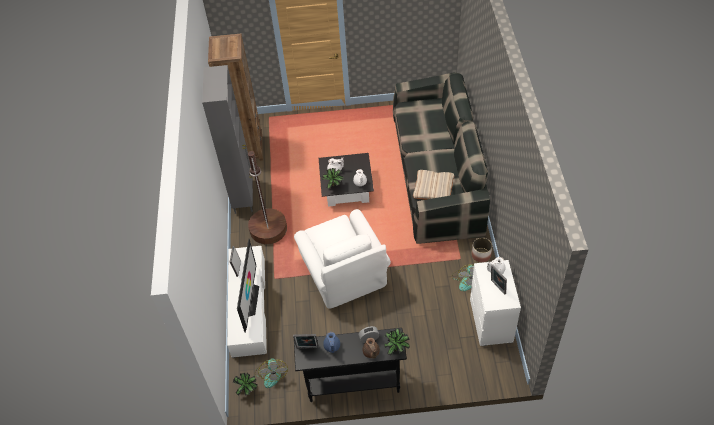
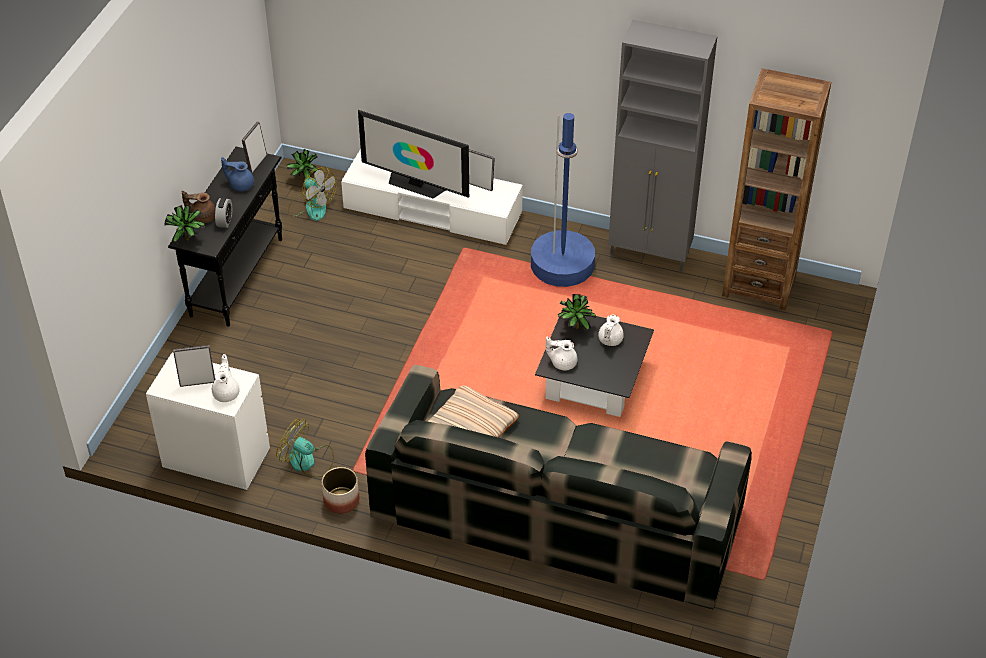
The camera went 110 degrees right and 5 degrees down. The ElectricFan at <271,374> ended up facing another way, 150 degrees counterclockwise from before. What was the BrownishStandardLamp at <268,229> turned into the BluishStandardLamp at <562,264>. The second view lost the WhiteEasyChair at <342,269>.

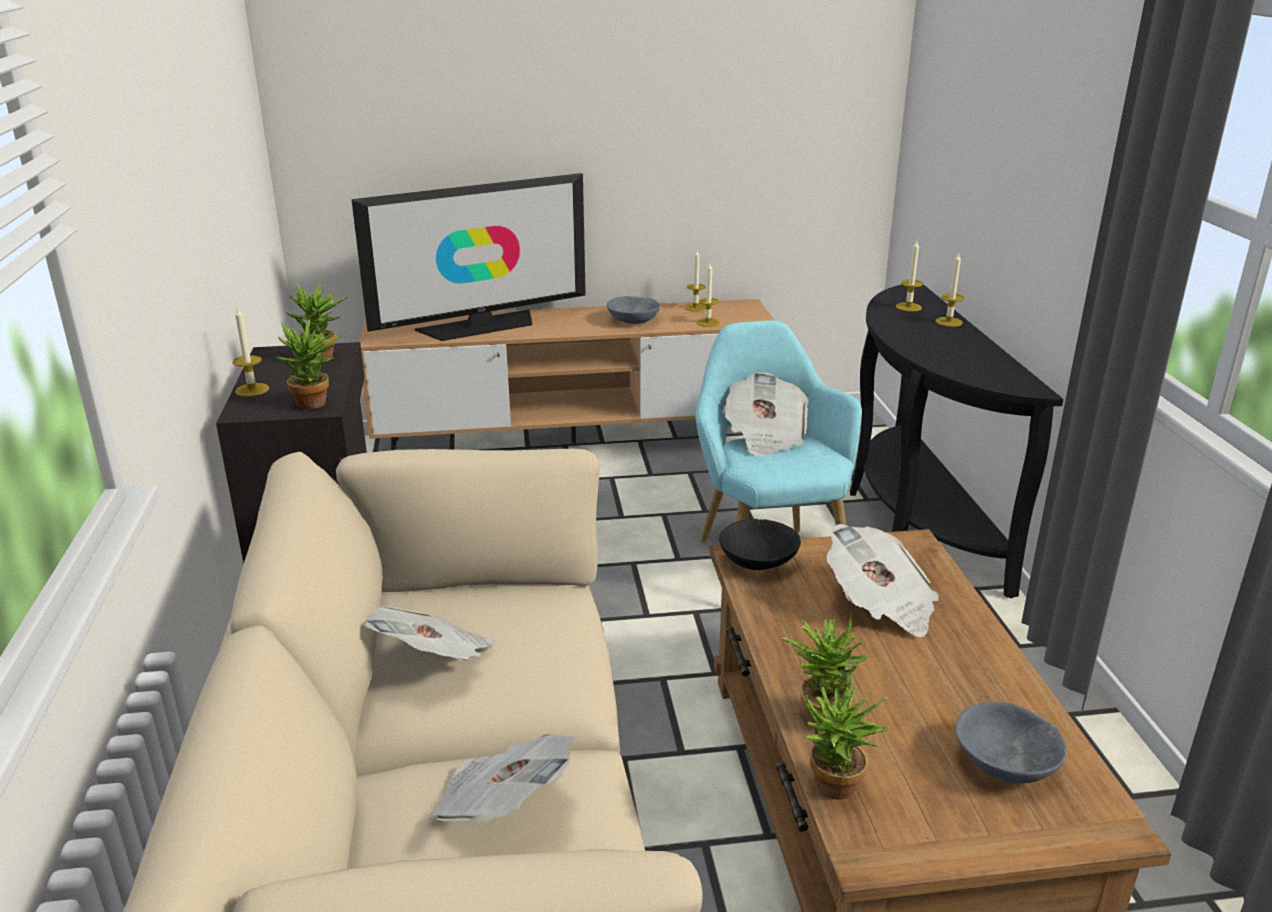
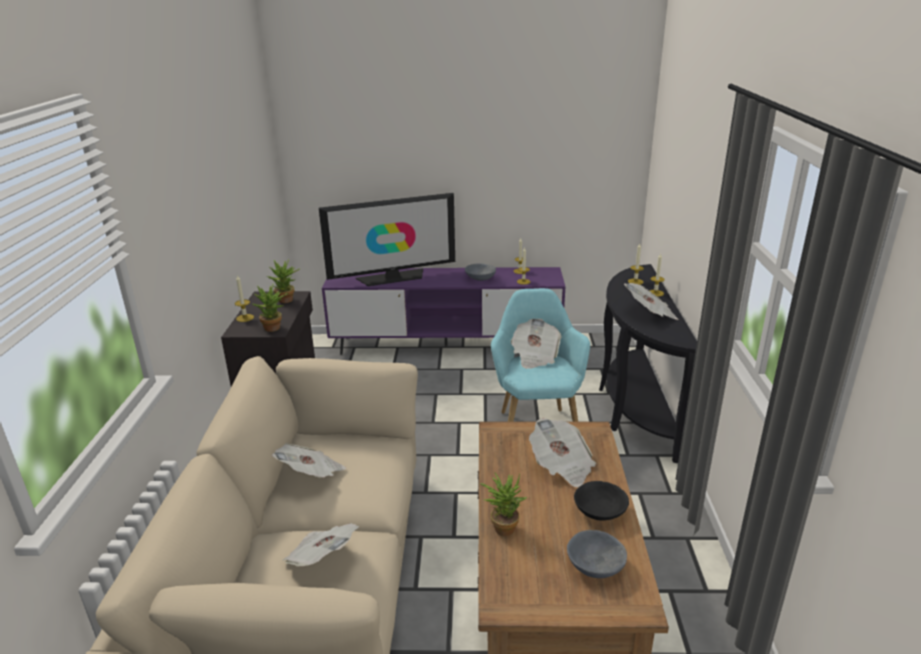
The camera went 10 degrees right and 0 degrees up. What was the BrownishTvUnit at <573,442> turned into the PurplishTvUnit at <446,346>. The BlackColouredDeepDish ended up elsewhere, having gone from <758,561> to <599,512>. The second view gained the Newspaper at <650,314>. The second view lost the PlantInAPot at <833,791>.

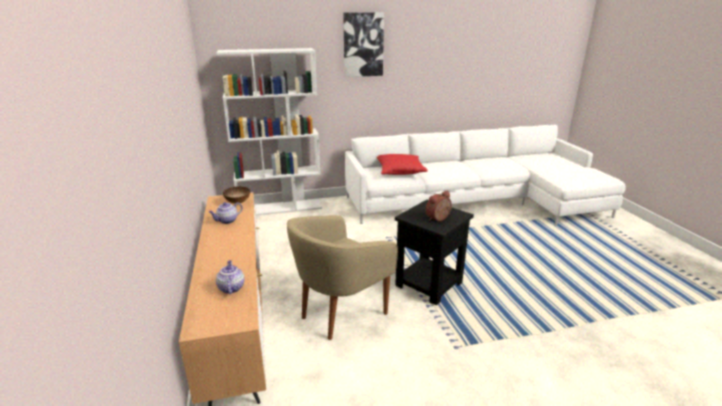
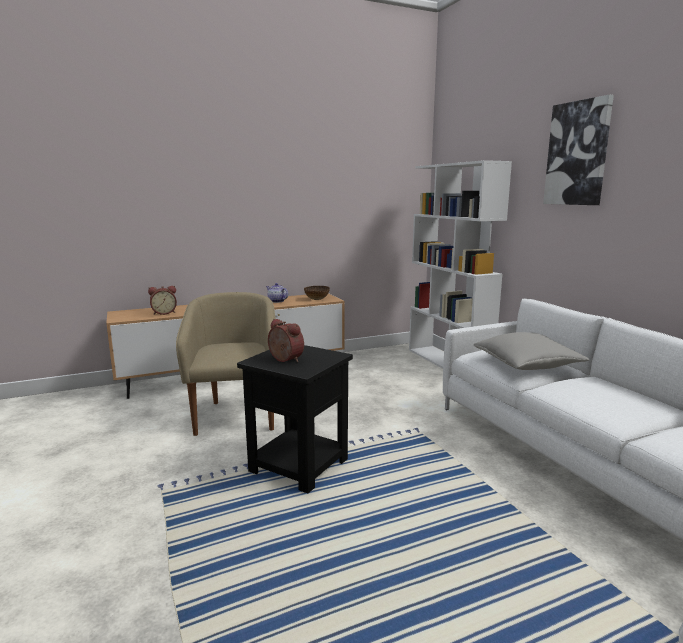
The camera went 80 degrees right and 10 degrees down. Where the PotForTea stood at <231,288>, the AlarmClock came to stand at <164,313>. The BeigeColouredEasyChair at <340,313> ended up facing another way, 45 degrees clockwise from before. What was the ReddishThrowPillow at <400,171> turned into the GrayThrowPillow at <527,364>.

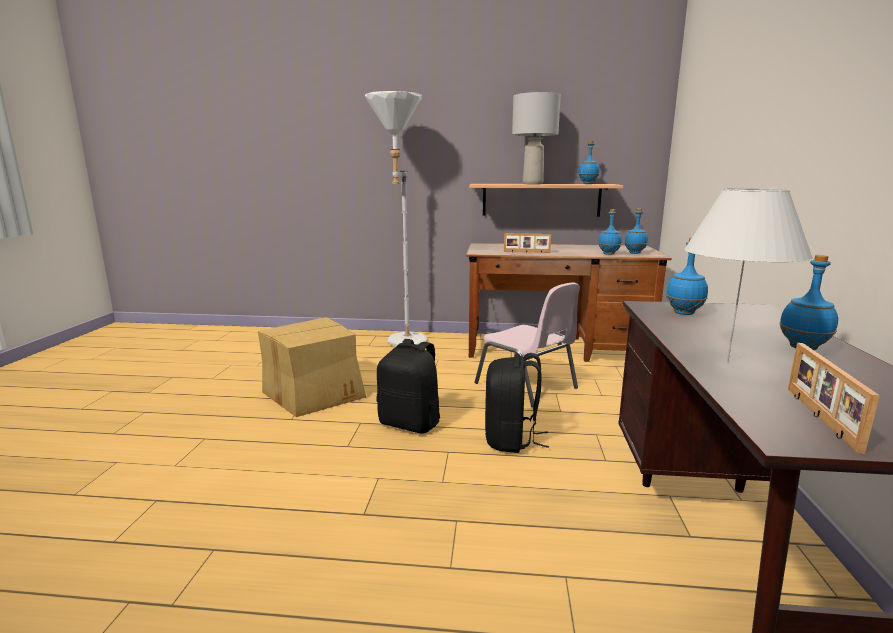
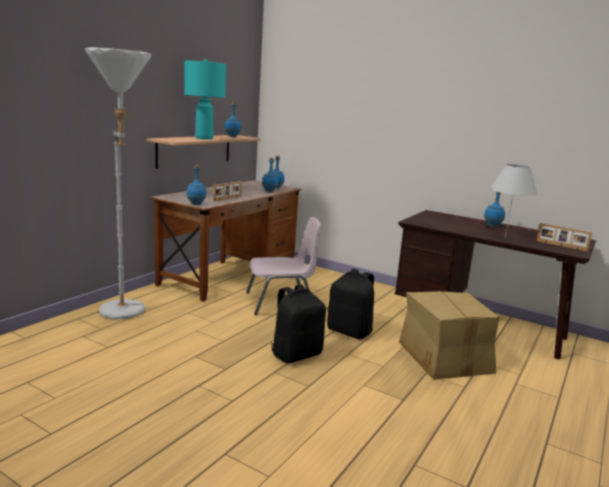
The camera went 65 degrees left and 0 degrees up. What was the GrayTabletopLamp at <533,184> turned into the BlueGreenTabletopLamp at <204,138>. The BluishBeverageBottle ended up elsewhere, having gone from <683,313> to <196,204>. The CardboardBox ended up elsewhere, having gone from <315,392> to <445,358>.

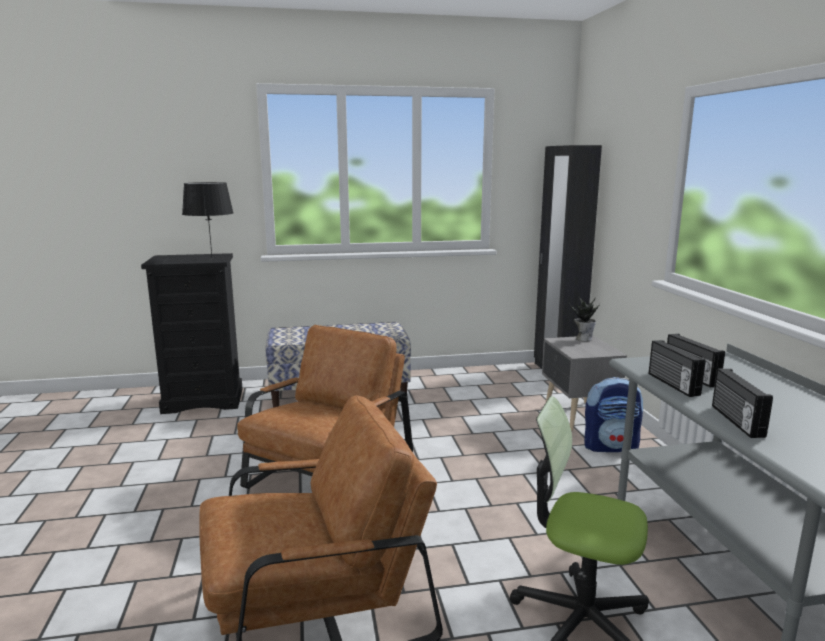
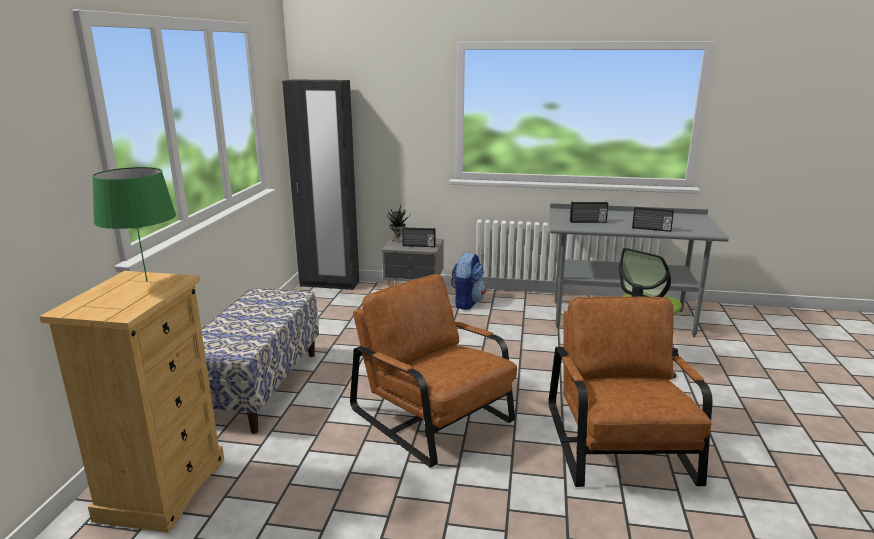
The camera went 70 degrees left and 5 degrees up. What was the BlackColouredChestOfDrawers at <204,400> turned into the BeigeColouredChestOfDrawers at <162,488>. What was the BlackColouredTabletopLamp at <211,257> turned into the GreenColouredTabletopLamp at <146,281>. The RadioSet ended up elsewhere, having gone from <672,384> to <419,245>.

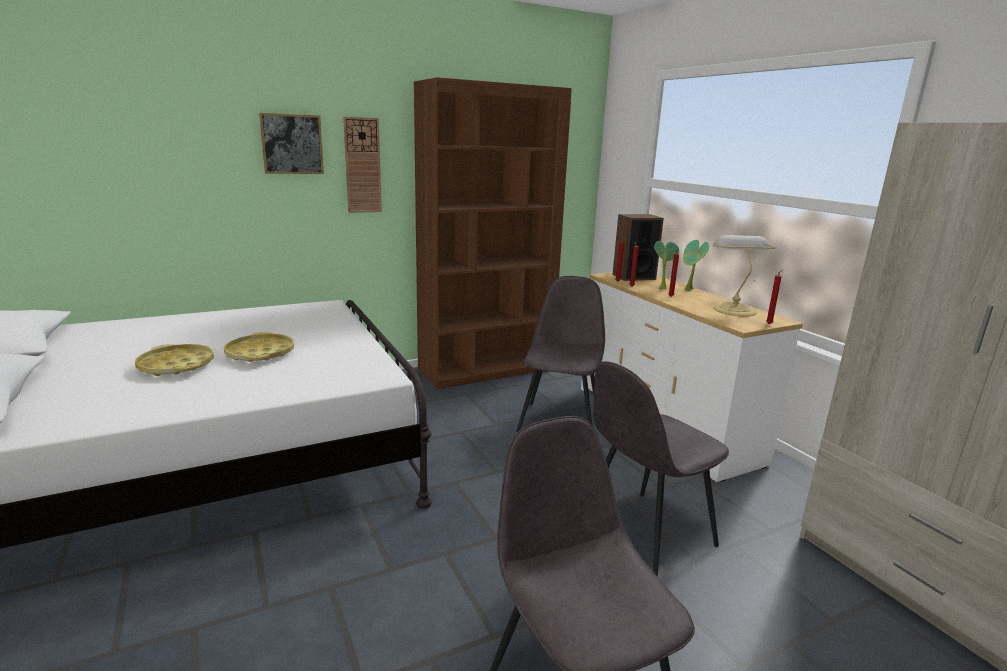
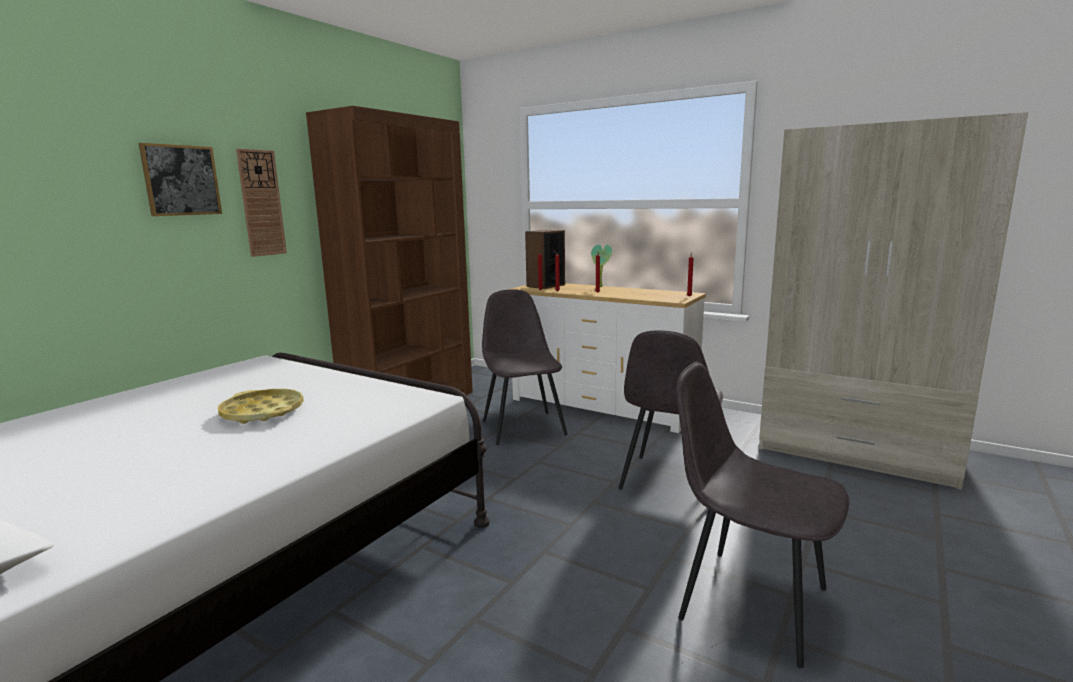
The camera went 30 degrees left and 5 degrees down. The second view lost the YellowColouredServingTray at <176,366>. The second view lost the PlantInAPot at <661,288>. The second view lost the TabletopLamp at <733,309>.

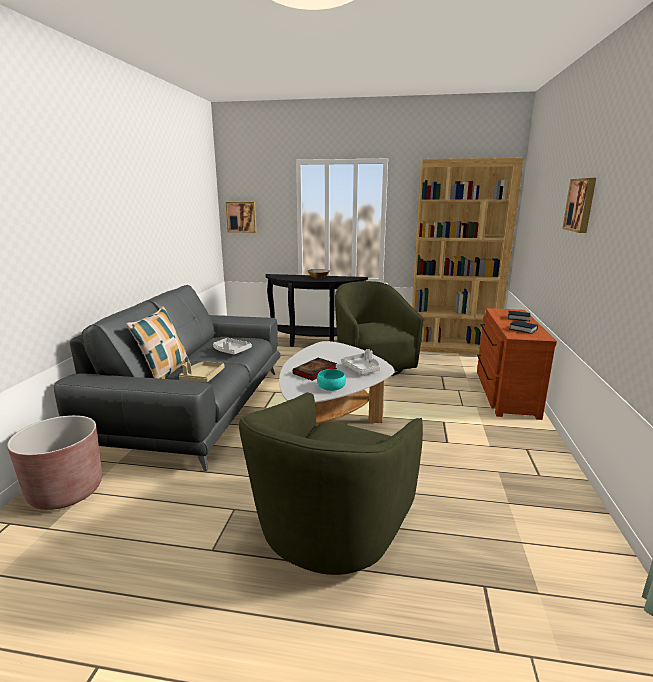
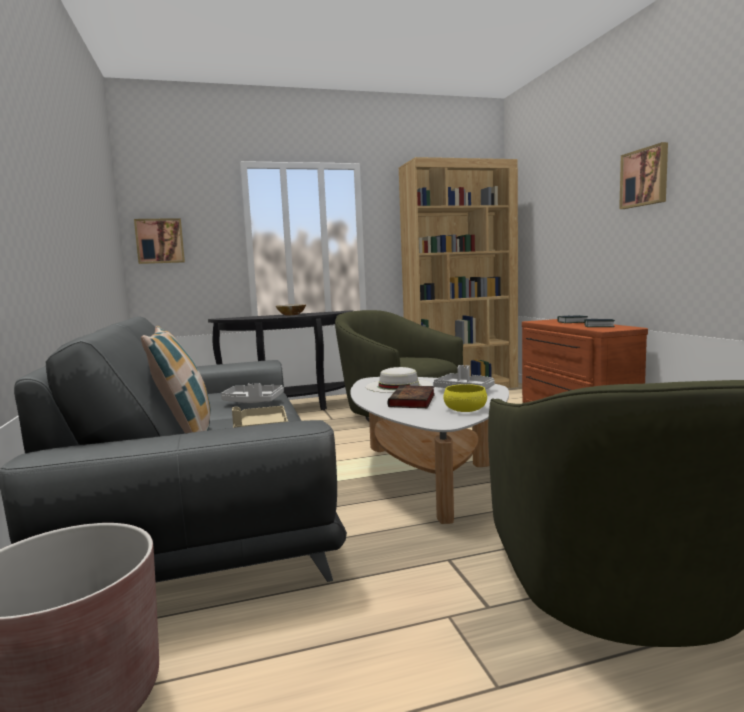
The camera went 25 degrees left and 10 degrees down. The second view gained the WhiteHat at <398,386>. What was the BlueGreenDeepDish at <331,387> turned into the YellowColouredDeepDish at <465,409>.

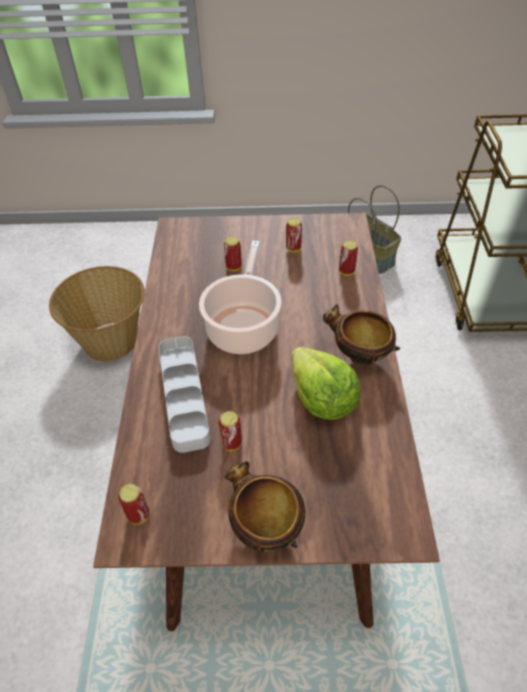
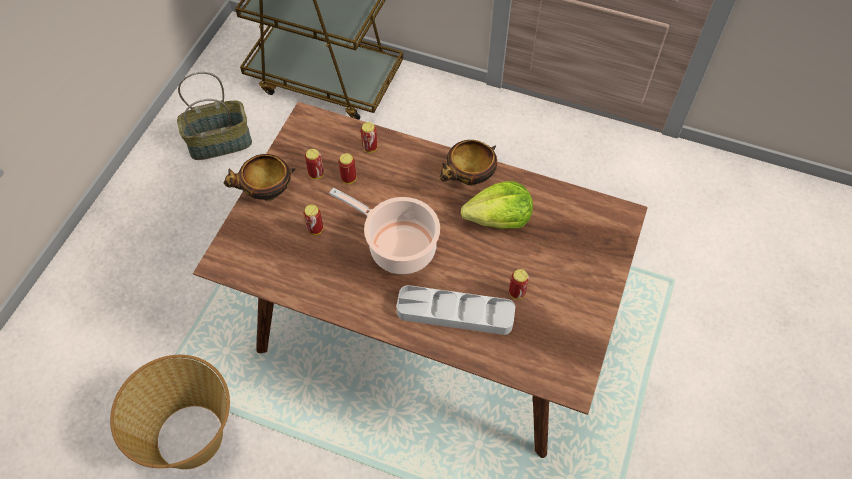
The camera went 70 degrees left and 10 degrees up. The DeepDish ended up elsewhere, having gone from <264,527> to <267,193>. The Can ended up elsewhere, having gone from <138,515> to <349,178>.

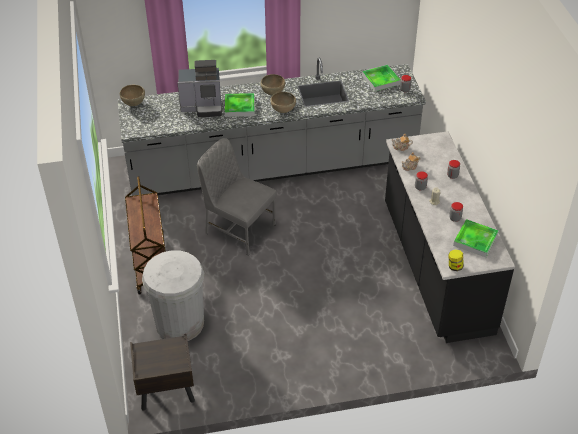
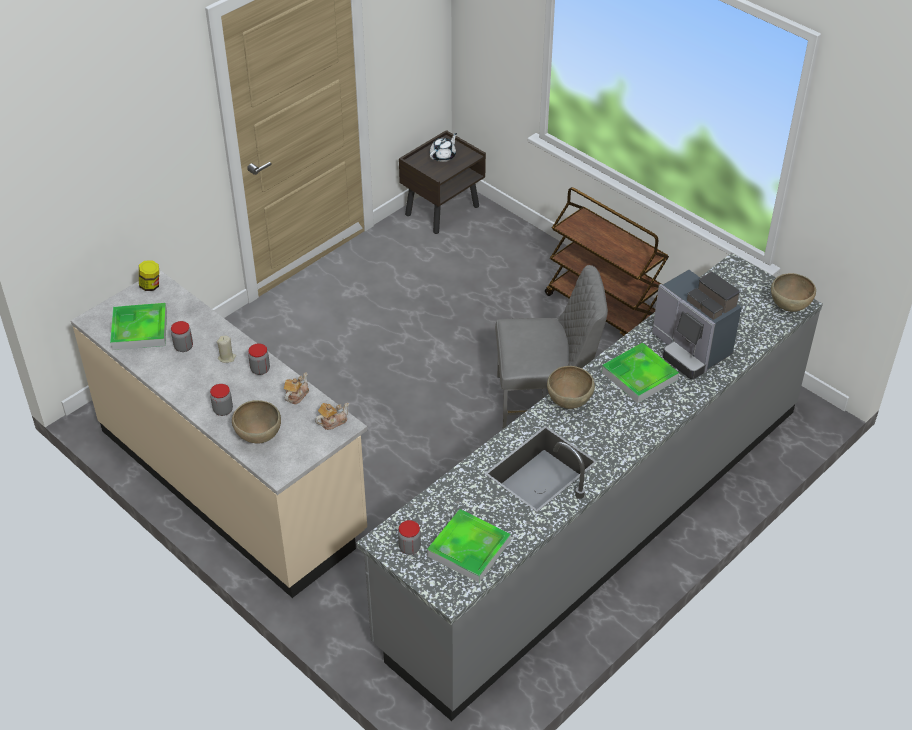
The camera went 145 degrees right and 0 degrees up. What was the BlackColouredKitchenBaseUnit at <435,268> turned into the BeigeColouredKitchenBaseUnit at <232,482>. The BrownishDeepDish ended up elsewhere, having gone from <273,93> to <258,437>. The second view gained the WhitePotForTea at <443,156>. The CoffeeBrewer at <203,107> ended up facing another way, 90 degrees counterclockwise from before. The second view lost the WhiteTrashCan at <179,323>.

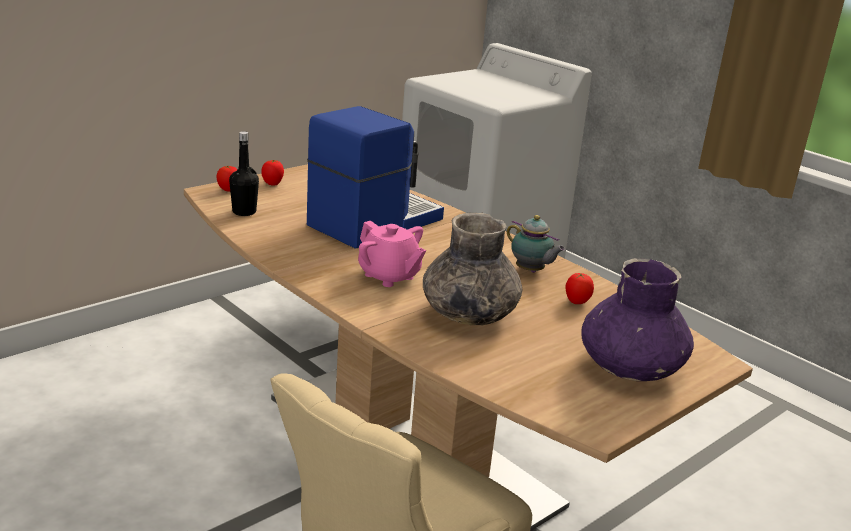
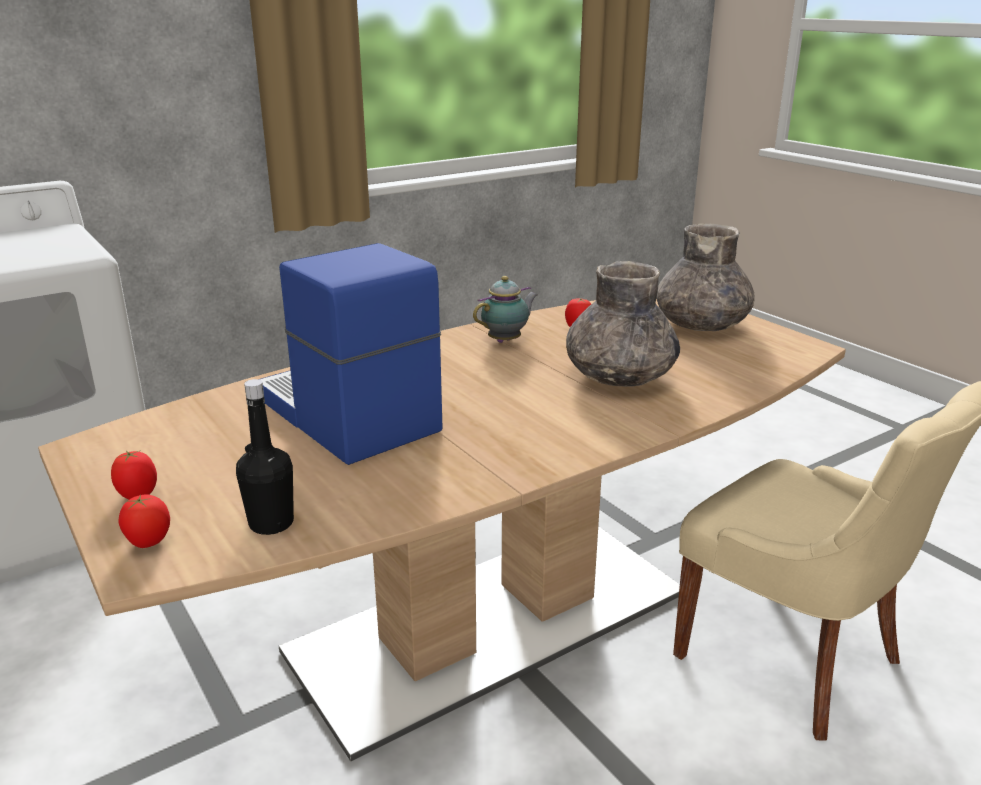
The camera went 80 degrees left and 0 degrees up. What was the PurplishVase at <630,368> turned into the GrayVase at <702,325>. The second view lost the PinkPotForTea at <389,276>.

